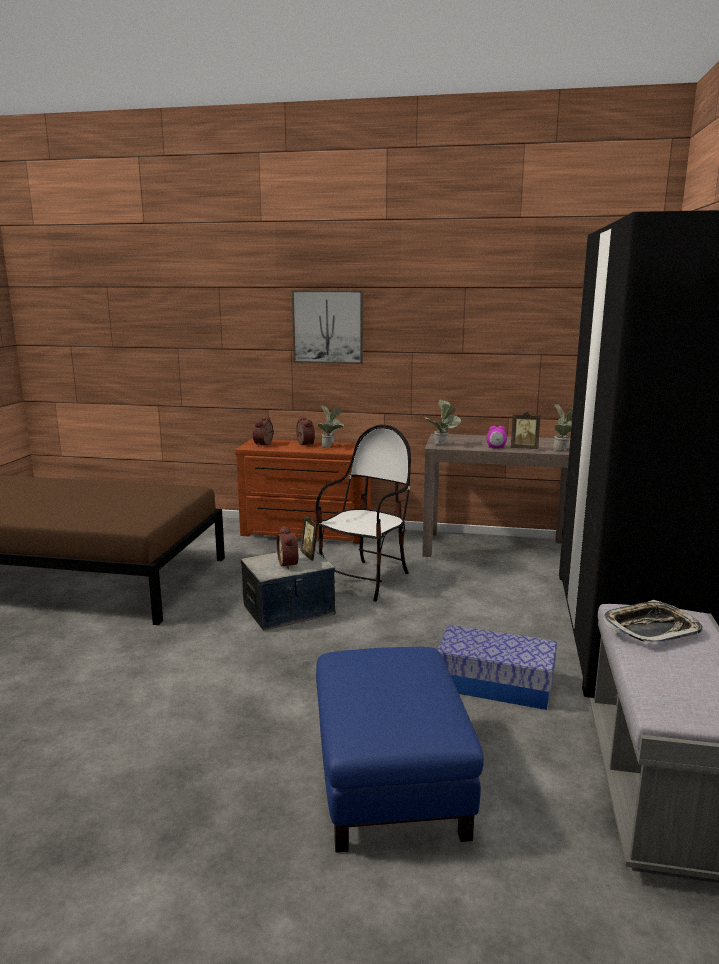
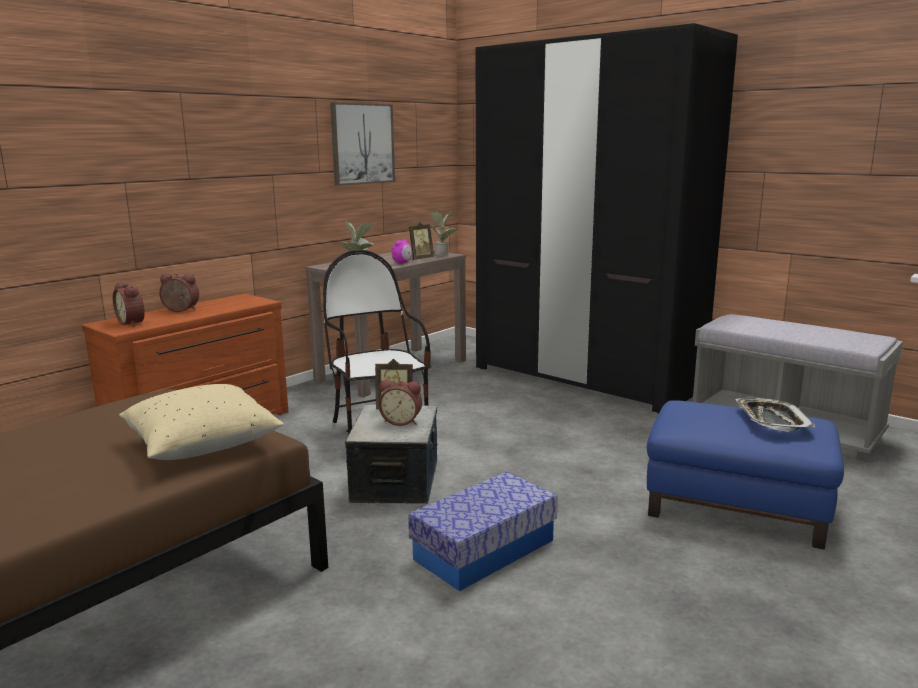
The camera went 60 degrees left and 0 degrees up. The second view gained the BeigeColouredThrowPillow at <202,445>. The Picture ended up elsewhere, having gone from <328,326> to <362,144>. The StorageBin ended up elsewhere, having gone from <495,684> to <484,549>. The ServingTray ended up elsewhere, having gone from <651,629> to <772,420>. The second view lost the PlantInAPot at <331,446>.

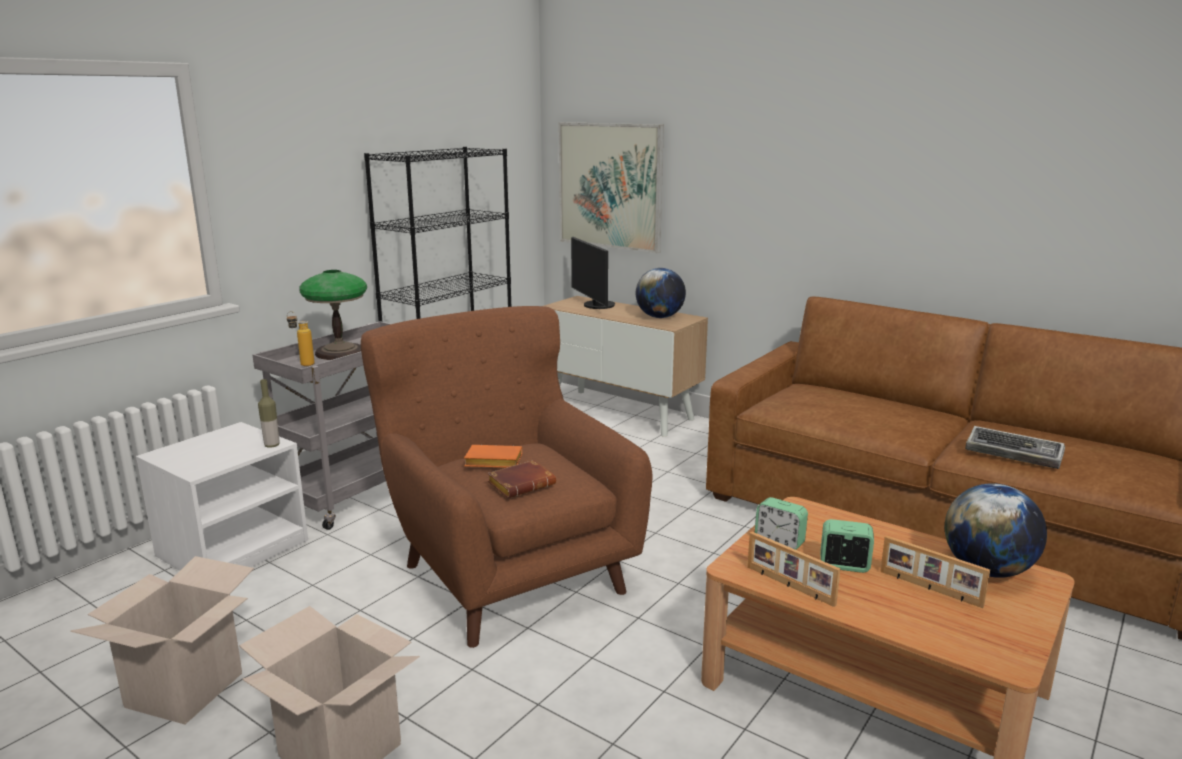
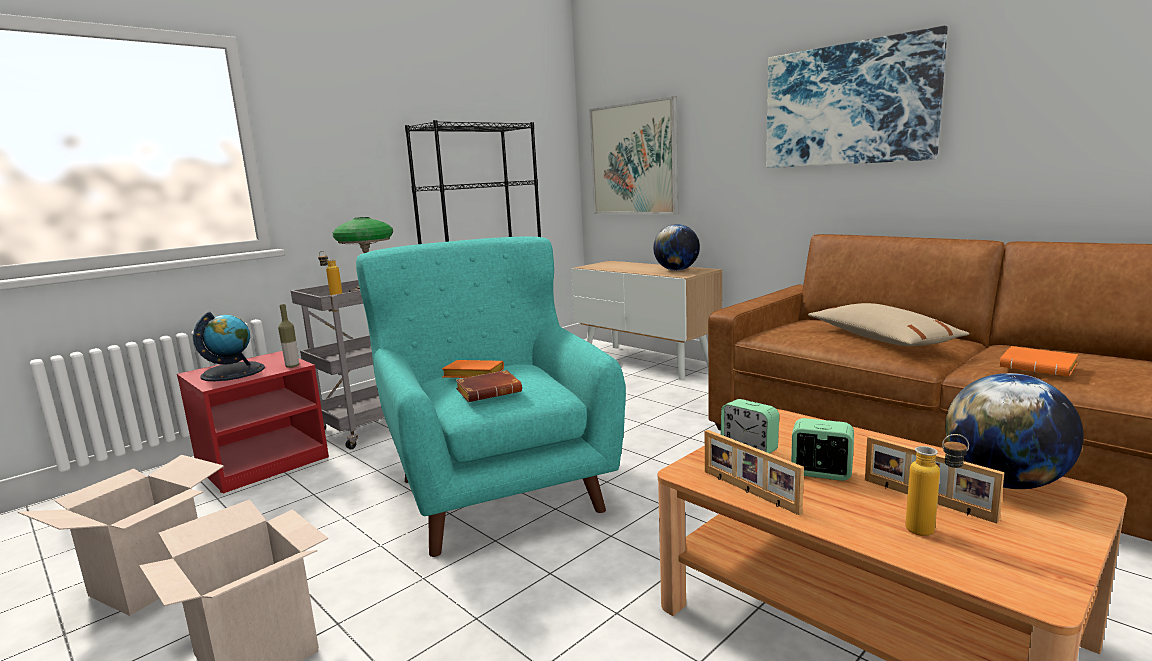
The camera went 10 degrees right and 5 degrees down. What was the WhiteNightTable at <233,548> turned into the ReddishNightTable at <263,462>. The second view gained the DeskGlobe at <233,372>. What was the BrownishEasyChair at <509,569> turned into the BlueGreenEasyChair at <497,486>. The second view gained the Picture at <848,105>. The second view gained the BeigeColouredThrowPillow at <881,339>. The second view gained the BeverageBottle at <932,531>. Where the PcKeyboard stood at <1015,453>, the OrangeBoundBook came to stand at <1040,367>. The second view lost the Monitor at <595,305>.

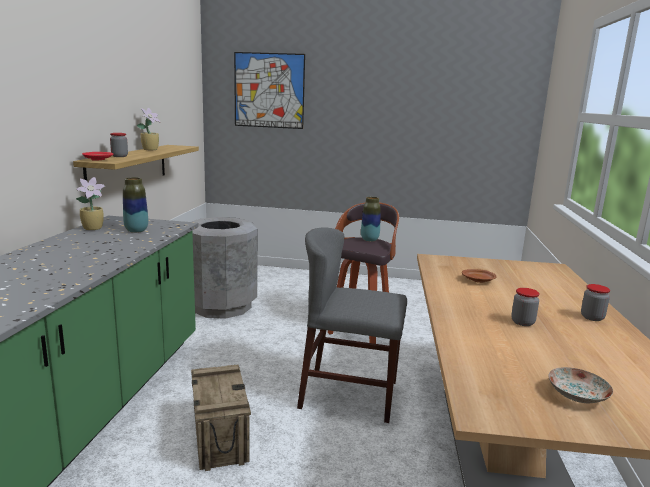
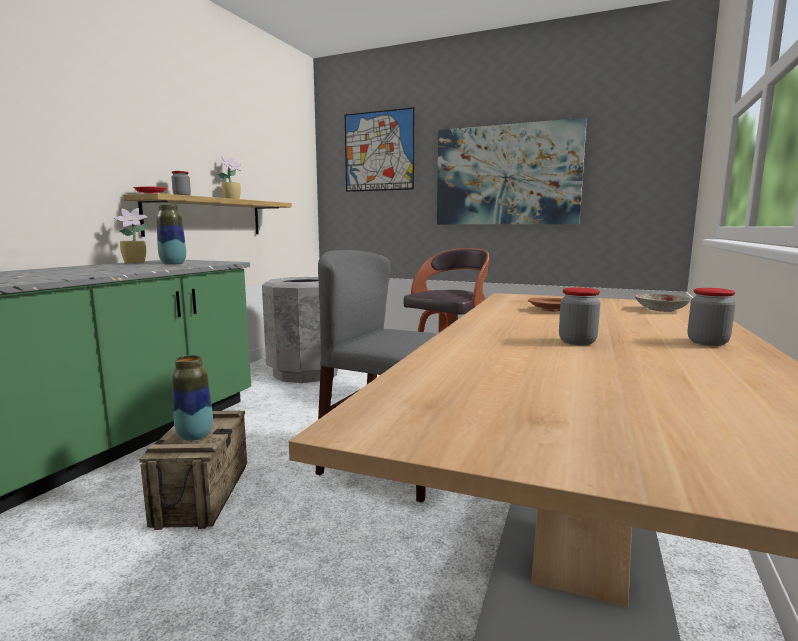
The camera went 15 degrees right and 5 degrees down. The Vase ended up elsewhere, having gone from <369,240> to <195,436>. The second view gained the Picture at <506,175>. The DinnerPlate ended up elsewhere, having gone from <576,395> to <660,309>.

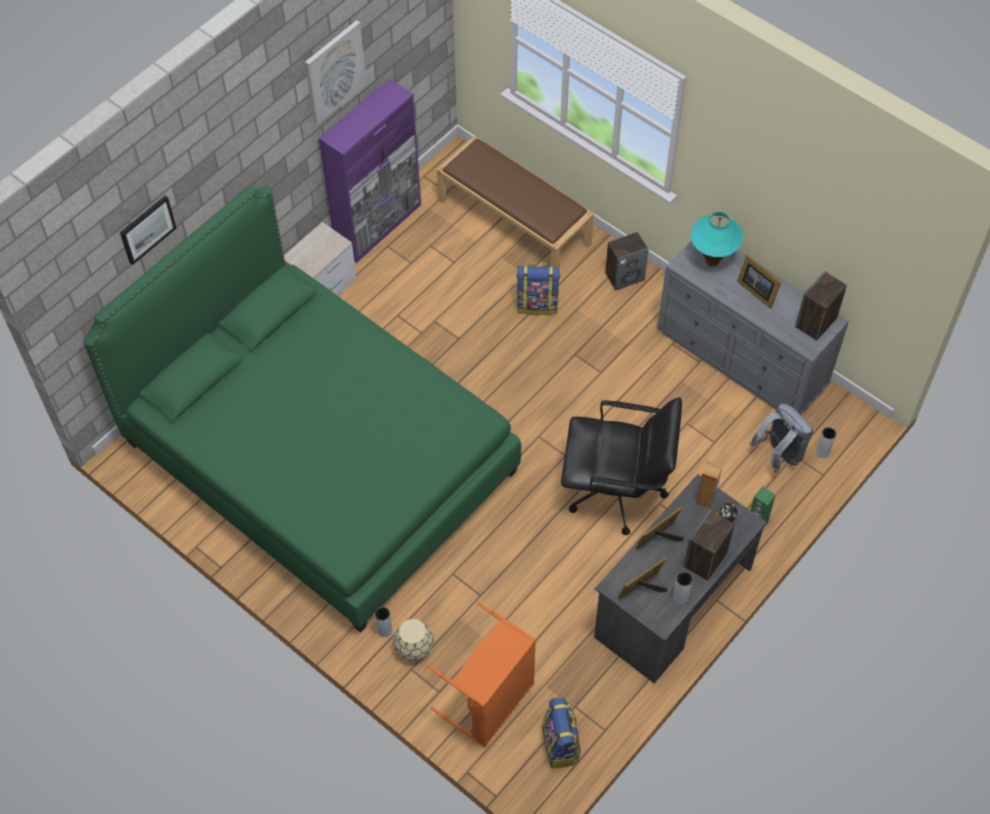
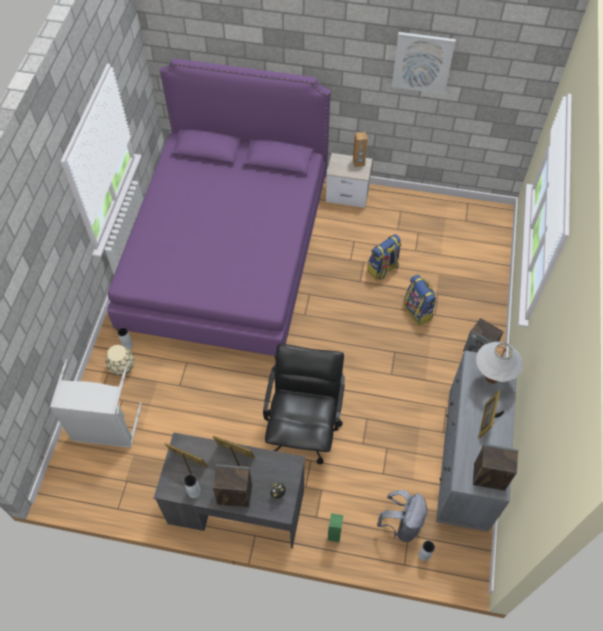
The camera went 60 degrees right and 0 degrees up. What was the OrangeWashingBasket at <491,703> turned into the GrayWashingBasket at <105,429>. What was the GreenColouredBedroomBed at <319,457> turned into the PurplishBedroomBed at <227,253>. The BlackColouredComputerChair at <617,492> ended up facing another way, 150 degrees counterclockwise from before. The BrownishSpeaker ended up elsewhere, having gone from <706,499> to <358,163>. The Backpack ended up elsewhere, having gone from <561,745> to <383,269>. What was the BlueGreenTabletopLamp at <712,261> turned into the WhiteTabletopLamp at <491,378>. The second view lost the Picture at <147,229>. The second view lost the PurplishCabinet at <378,225>. The second view lost the BrownishLongSeat at <515,222>.

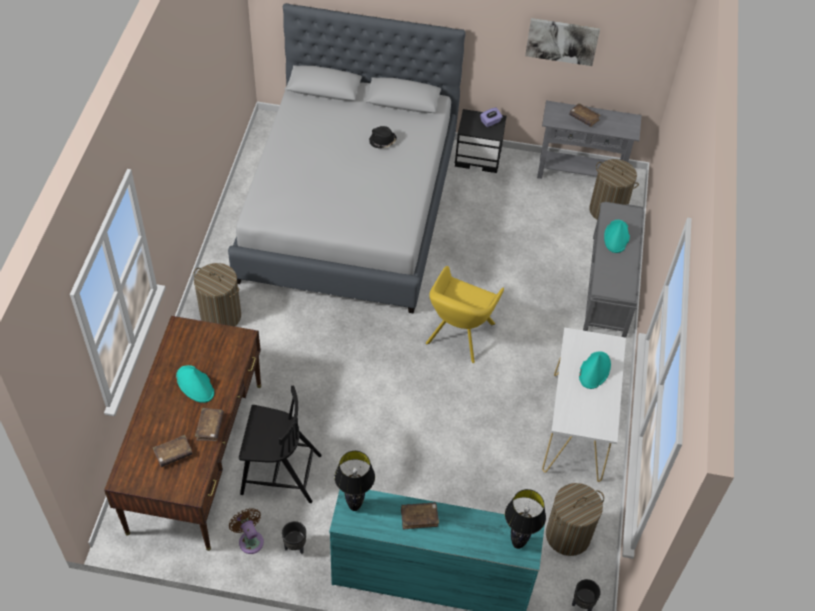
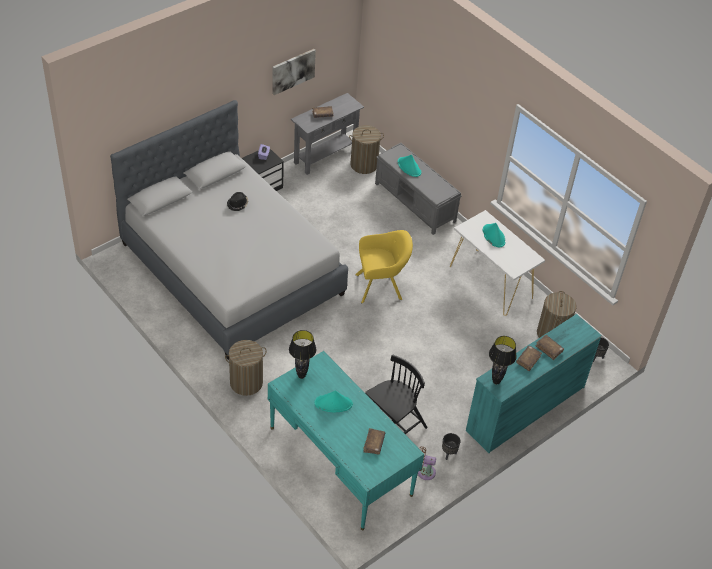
The camera went 50 degrees left and 5 degrees down. What was the BrownishDeskTable at <196,456> turned into the BlueGreenDeskTable at <340,461>. The BlackColouredTabletopLamp ended up elsewhere, having gone from <517,544> to <301,376>. The YellowColouredEasyChair at <459,336> ended up facing another way, 75 degrees counterclockwise from before. The BrownishBoundBook ended up elsewhere, having gone from <210,427> to <549,349>.

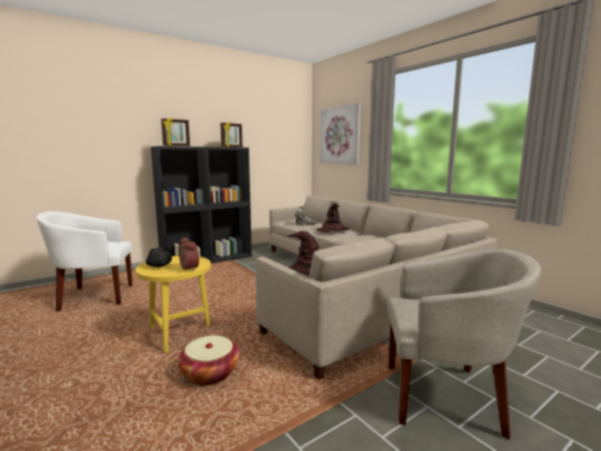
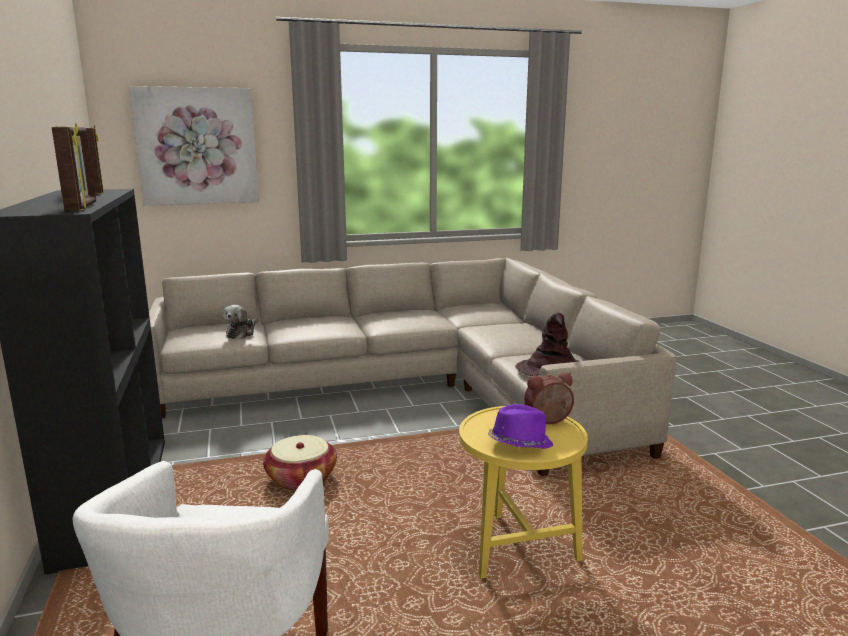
The camera went 70 degrees left and 5 degrees up. The Basket ended up elsewhere, having gone from <210,373> to <301,479>. Where the BlackColouredCuddlyToy stood at <159,266>, the PurplishHat came to stand at <519,443>. The second view lost the BrownishHat at <332,230>. The second view lost the BeigeColouredEasyChair at <446,396>.

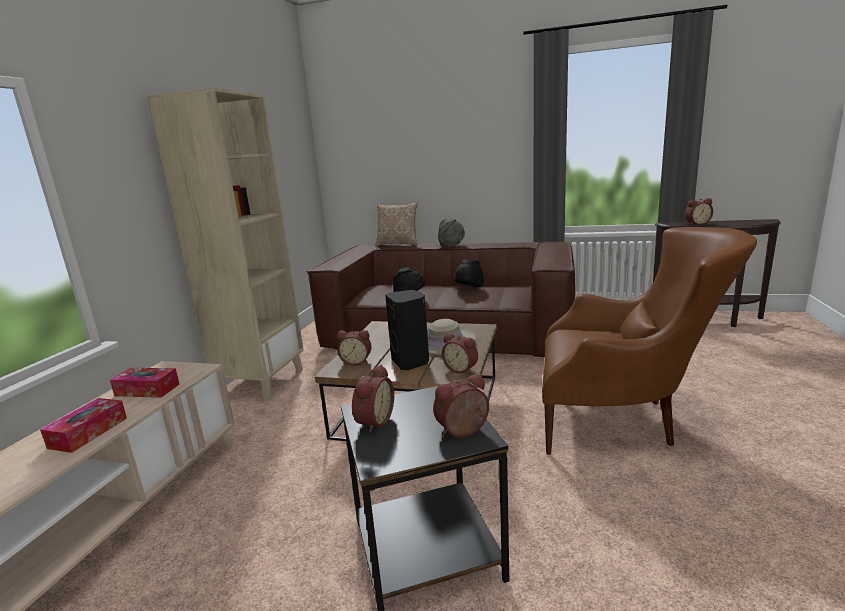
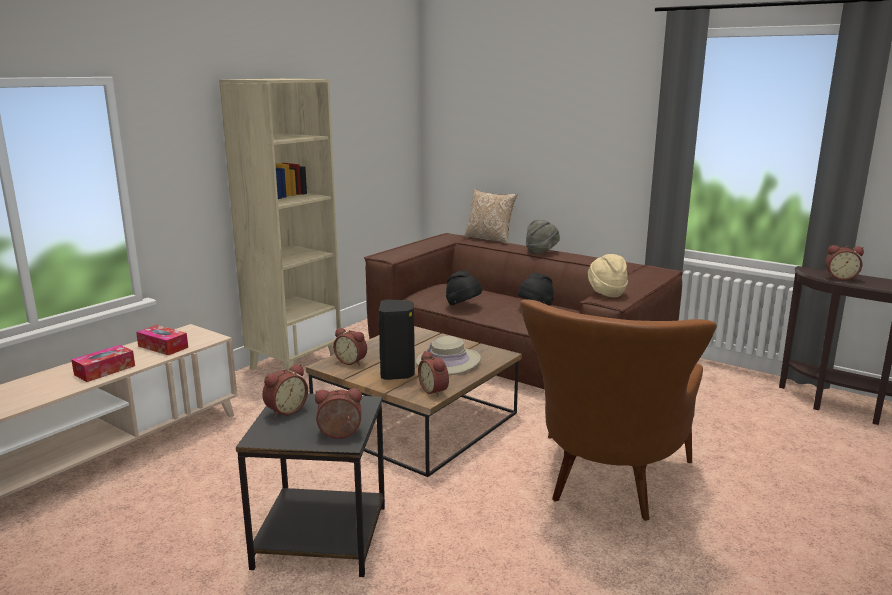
The camera went 20 degrees right and 0 degrees up. The BrownishEasyChair at <624,420> ended up facing another way, 75 degrees clockwise from before. The second view gained the BeigeColouredHat at <606,293>.

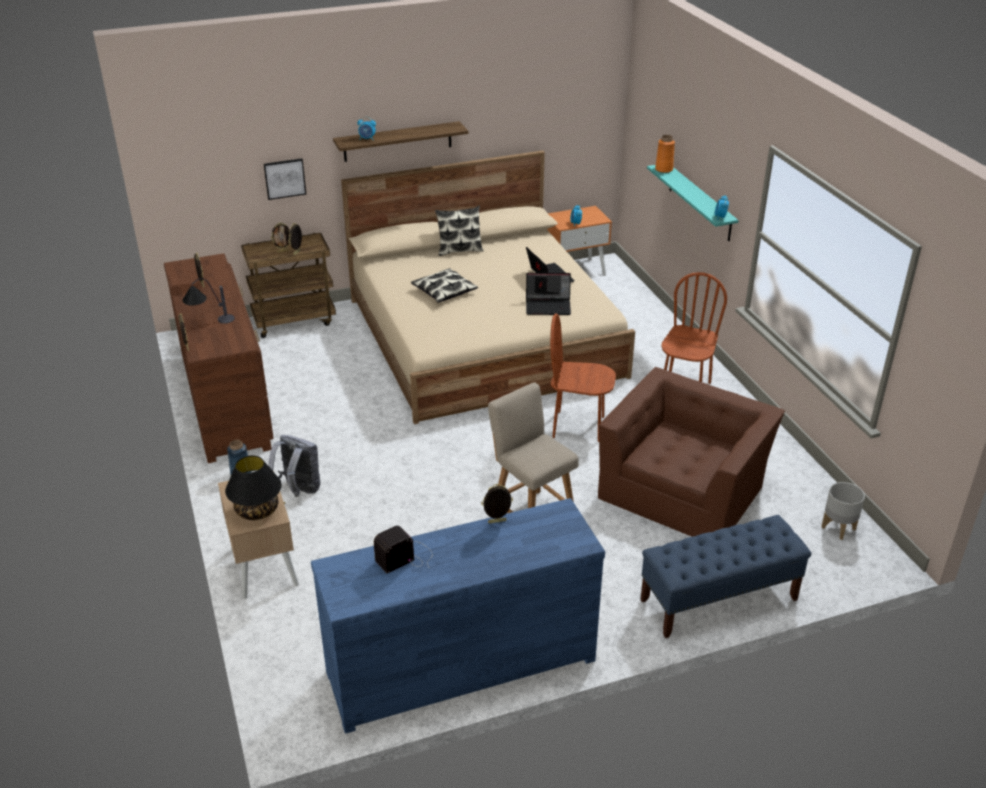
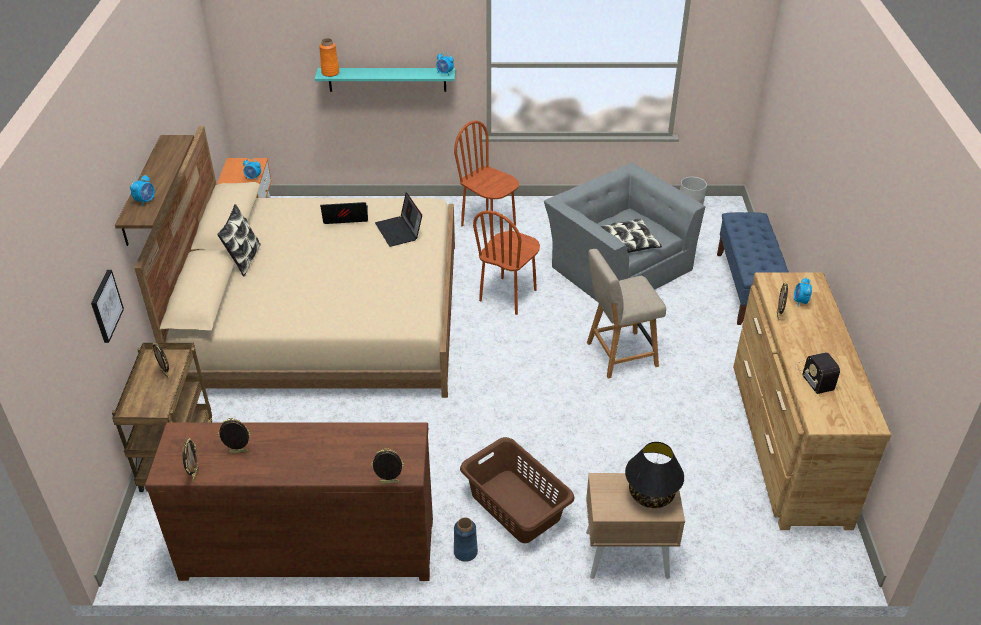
The camera went 70 degrees left and 5 degrees up. The PhotoFrame ended up elsewhere, having gone from <283,251> to <195,475>. The NotebookComputer at <548,306> ended up facing another way, 135 degrees clockwise from before. Where the GrayBackpack stood at <298,490>, the BrownishWashingBasket came to stand at <515,507>. What was the BrownishEasyChair at <683,488> turned into the GrayEasyChair at <617,265>. The ThrowPillow ended up elsewhere, having gone from <444,291> to <628,243>. What was the BluishChestOfDrawers at <460,665> turned into the BrownishChestOfDrawers at <787,441>. The second view gained the AlarmClock at <800,301>. The second view lost the TabletopLamp at <209,322>.

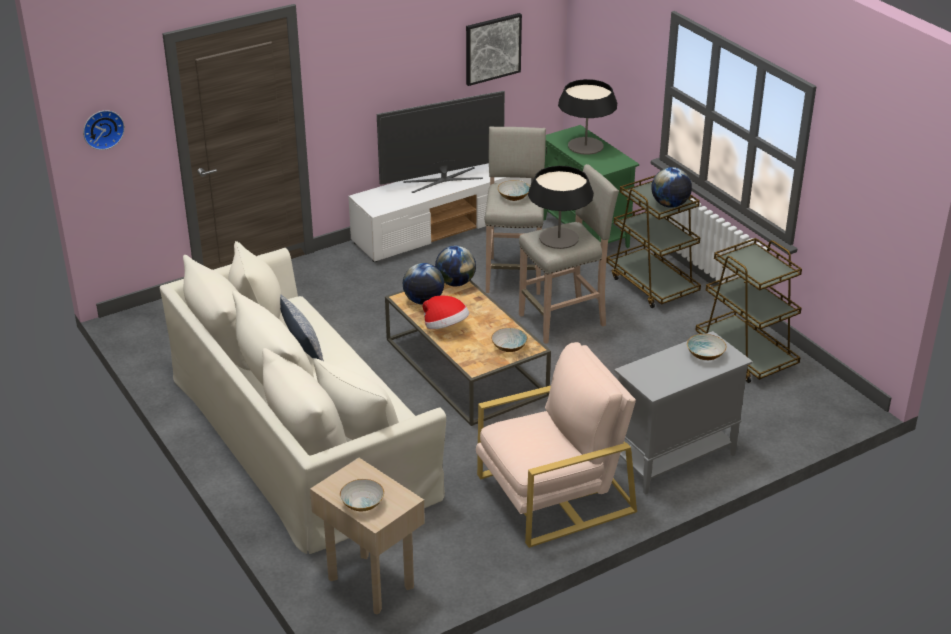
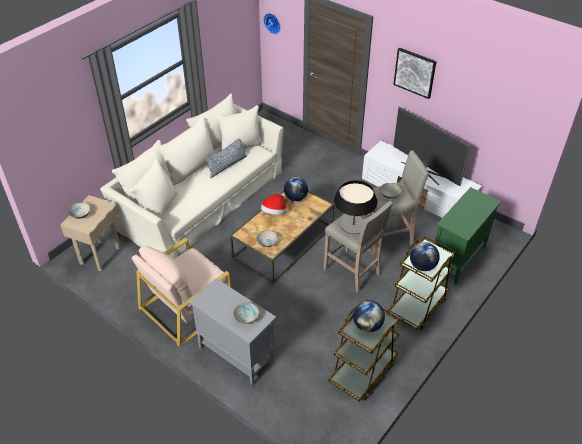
The camera went 70 degrees right and 10 degrees up. The BeigeColouredEasyChair at <554,494> ended up facing another way, 90 degrees clockwise from before. The DeskGlobe ended up elsewhere, having gone from <455,283> to <367,325>. The Picture ended up elsewhere, having gone from <492,48> to <415,72>. The second view lost the TabletopLamp at <585,146>.

